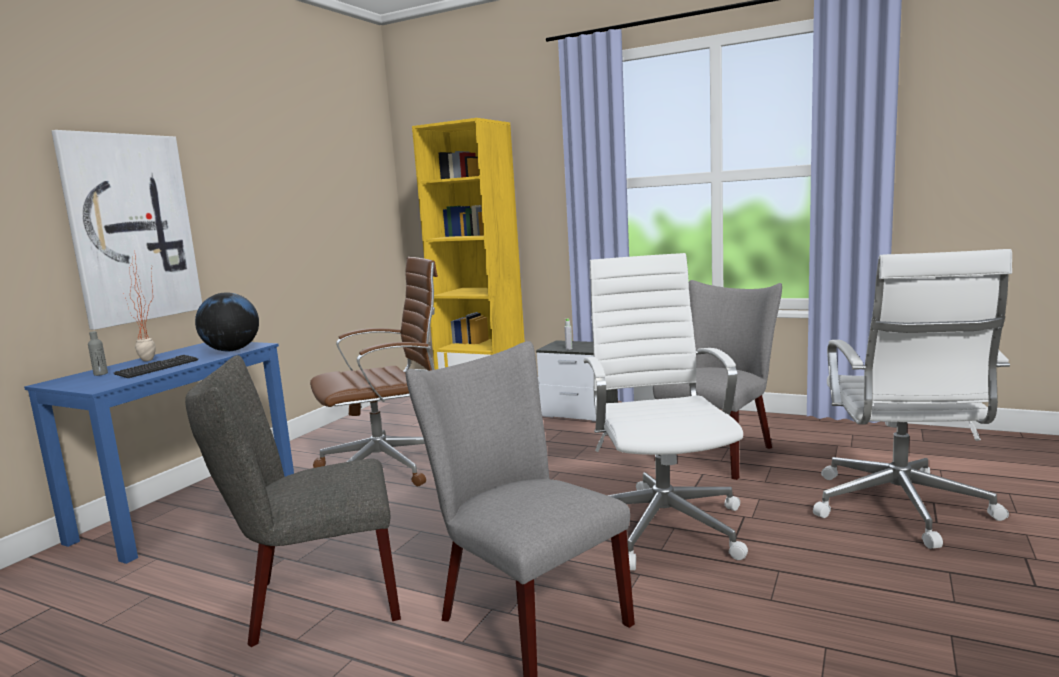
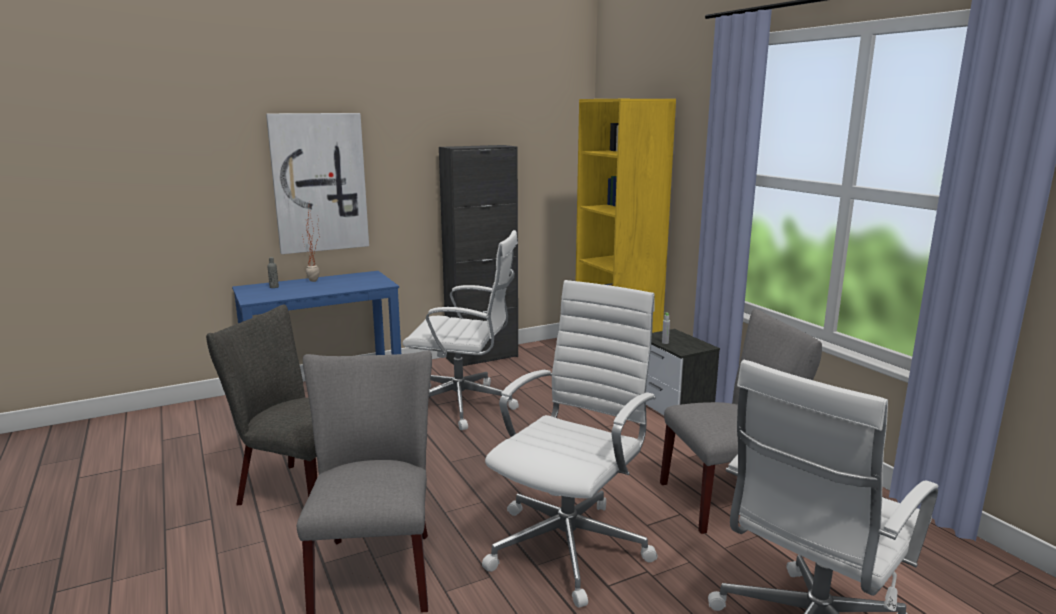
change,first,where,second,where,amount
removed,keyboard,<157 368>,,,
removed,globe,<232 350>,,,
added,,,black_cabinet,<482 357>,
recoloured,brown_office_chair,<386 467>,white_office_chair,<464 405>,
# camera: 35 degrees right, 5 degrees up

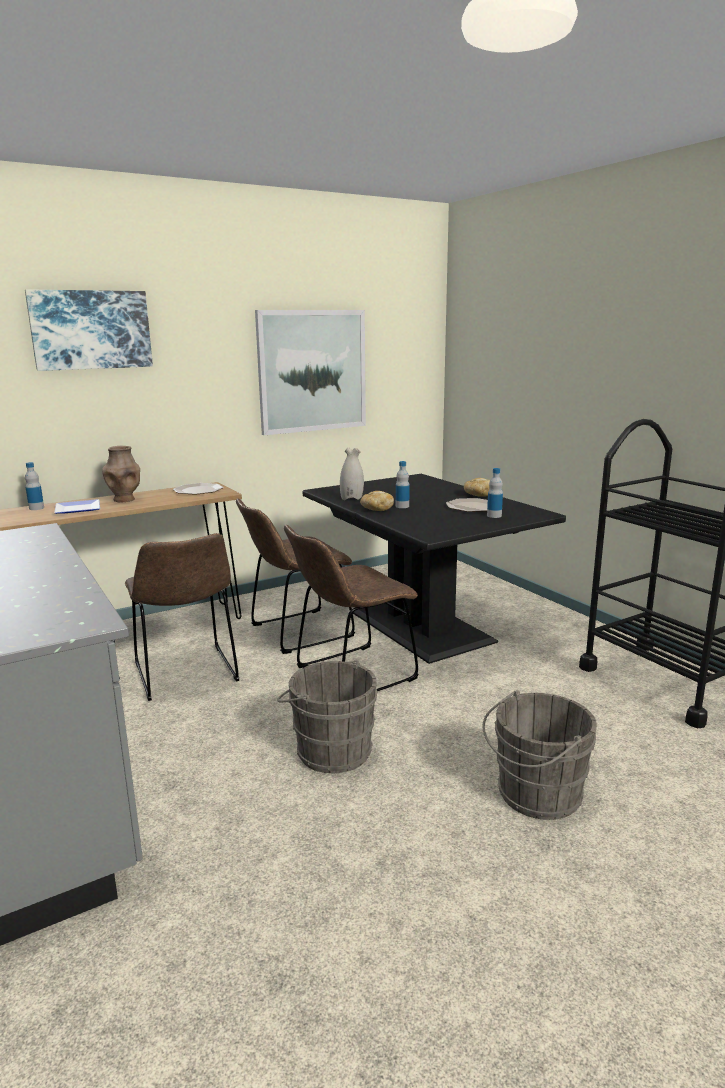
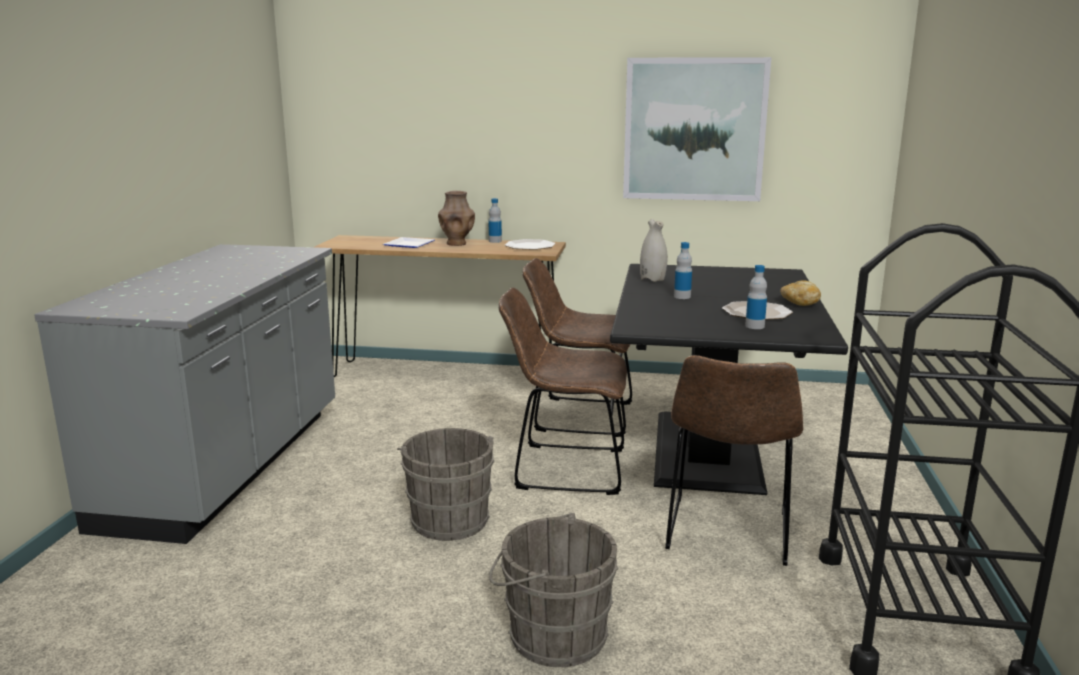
change,first,where,second,where,amount
removed,picture,<91 330>,,,
removed,bread,<376 509>,,,
moved,bottle,<36 508>,,<495 241>,
moved,brown_chair,<187 675>,,<727 533>,
# camera: 40 degrees right, 0 degrees up

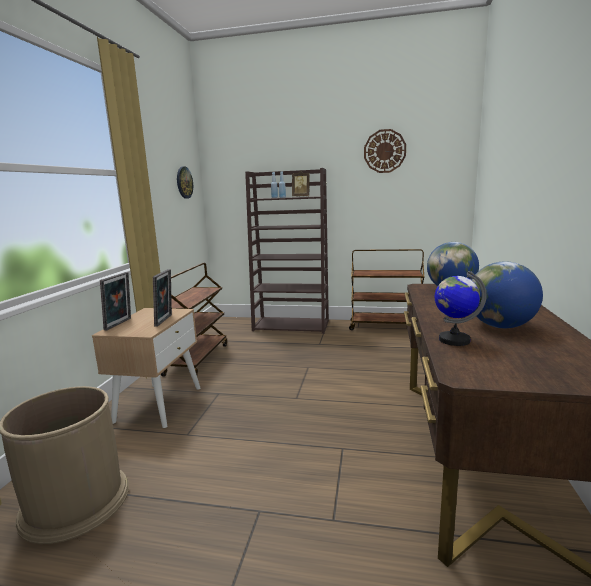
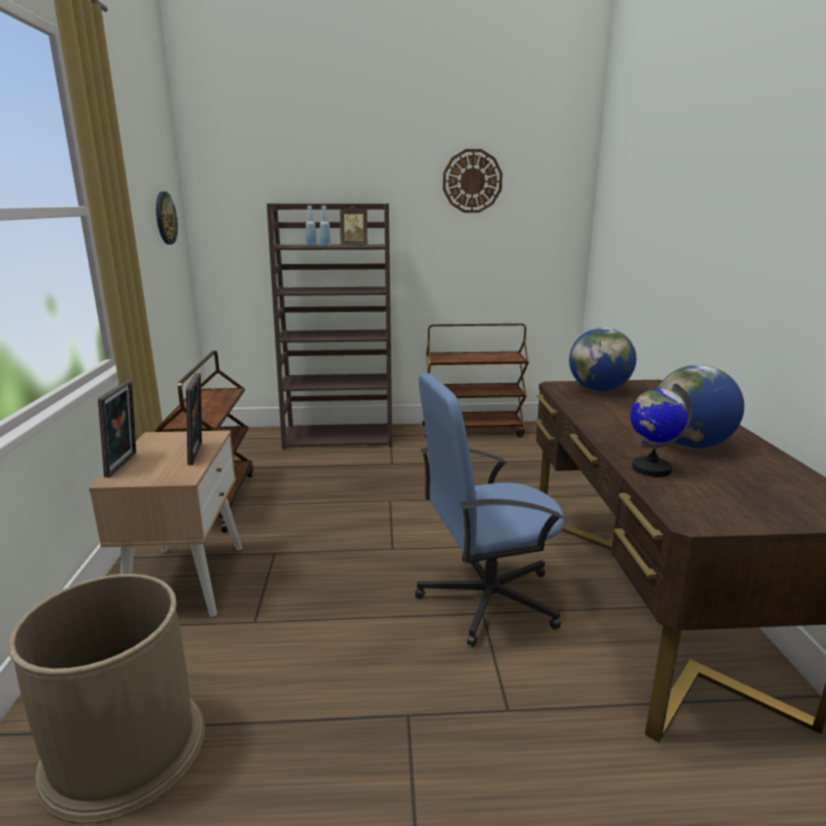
change,first,where,second,where,amount
added,,,blue_office_chair,<486 598>,
# camera: 15 degrees left, 5 degrees up

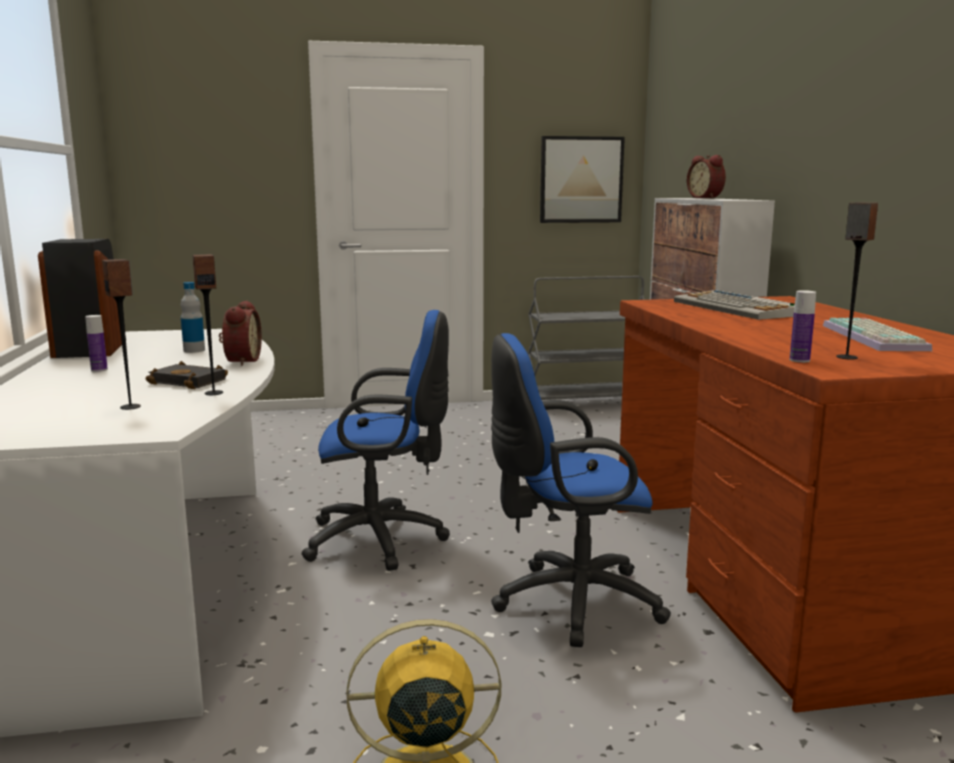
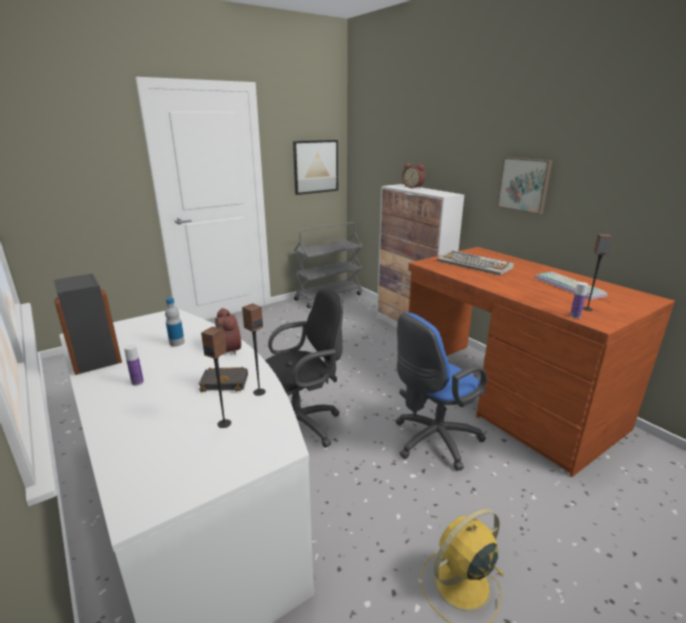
change,first,where,second,where,amount
added,,,picture,<524 184>,
recoloured,blue_office_chair,<383 540>,black_office_chair,<303 425>,
# camera: 25 degrees left, 10 degrees up

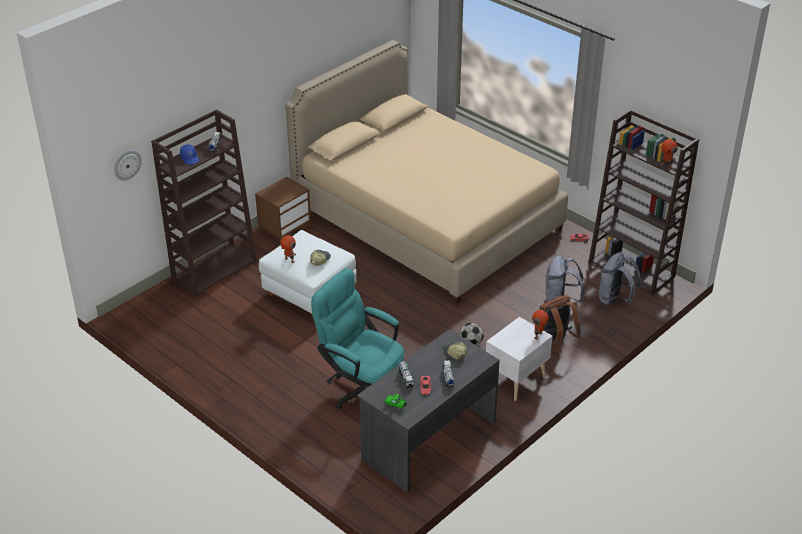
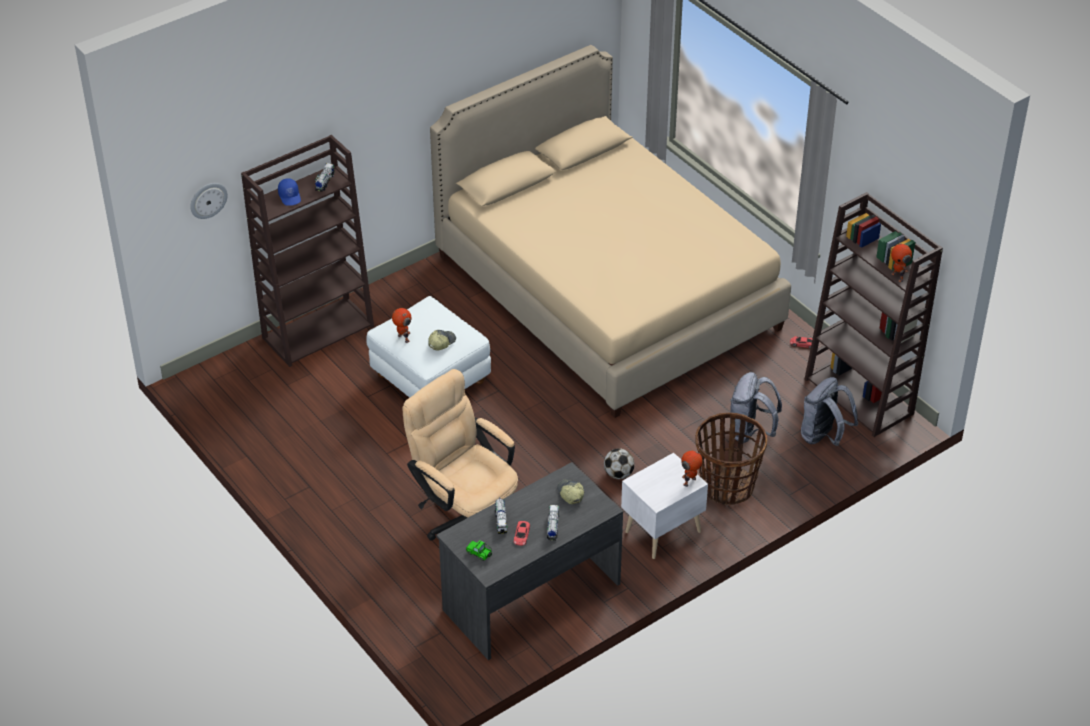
change,first,where,second,where,amount
removed,brown_nightstand,<284 226>,,,
replaced,brown_backpack,<554 342>,basket,<726 486>,
recoloured,turquoise_office_chair,<362 388>,beige_office_chair,<466 517>,
# camera: 10 degrees right, 5 degrees up

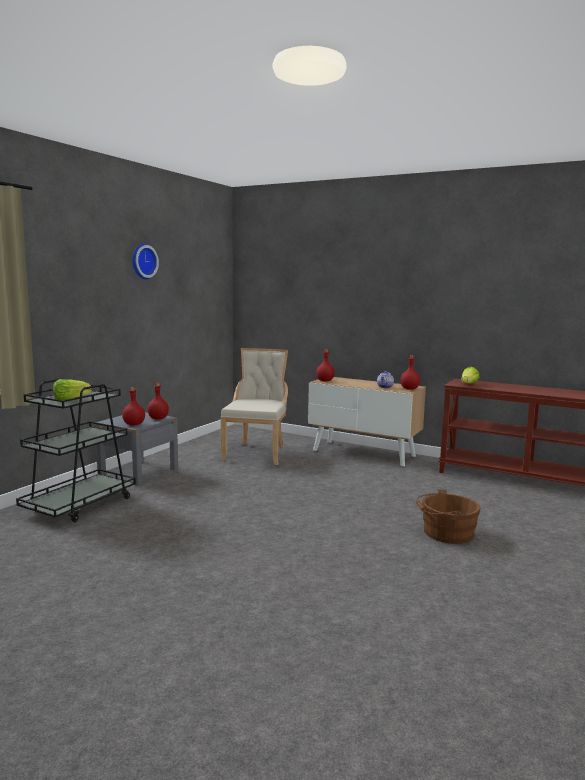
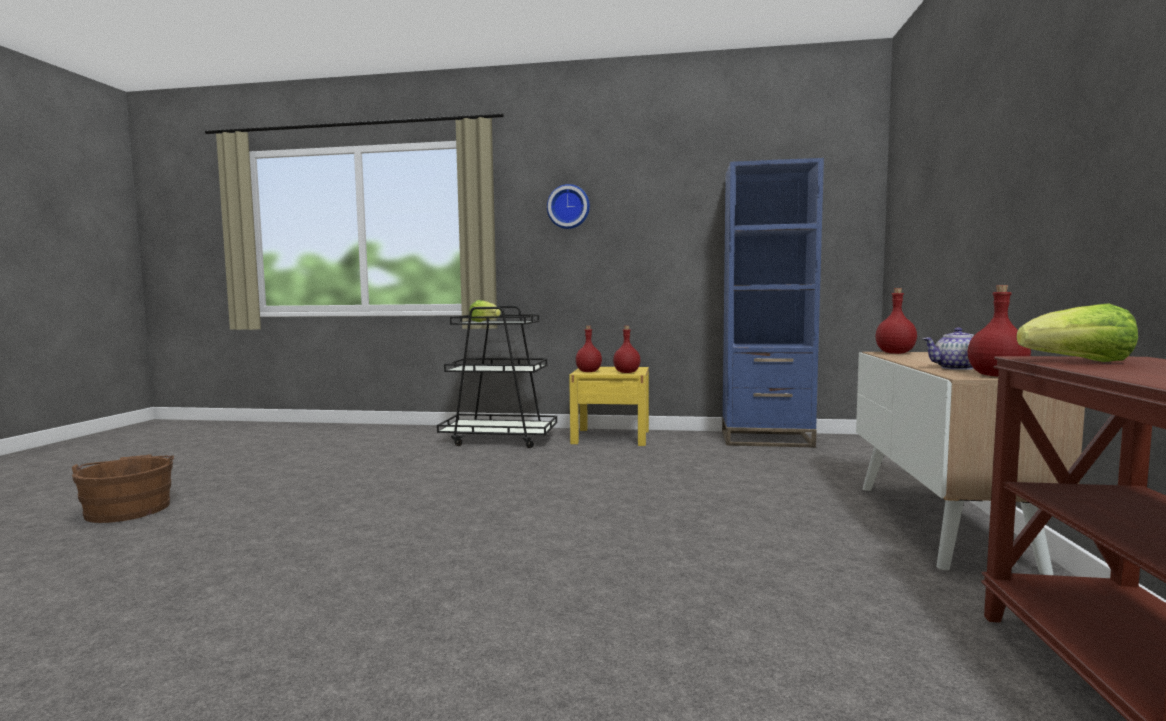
change,first,where,second,where,amount
removed,beige_chair,<257 453>,,,
added,,,blue_bookcase,<766 439>,
moved,wall_clock,<142 261>,,<568 207>,
moved,brown_bucket,<445 533>,,<129 509>,
recoloured,grey_nightstand,<138 472>,yellow_nightstand,<611 437>,
# camera: 70 degrees right, 5 degrees down

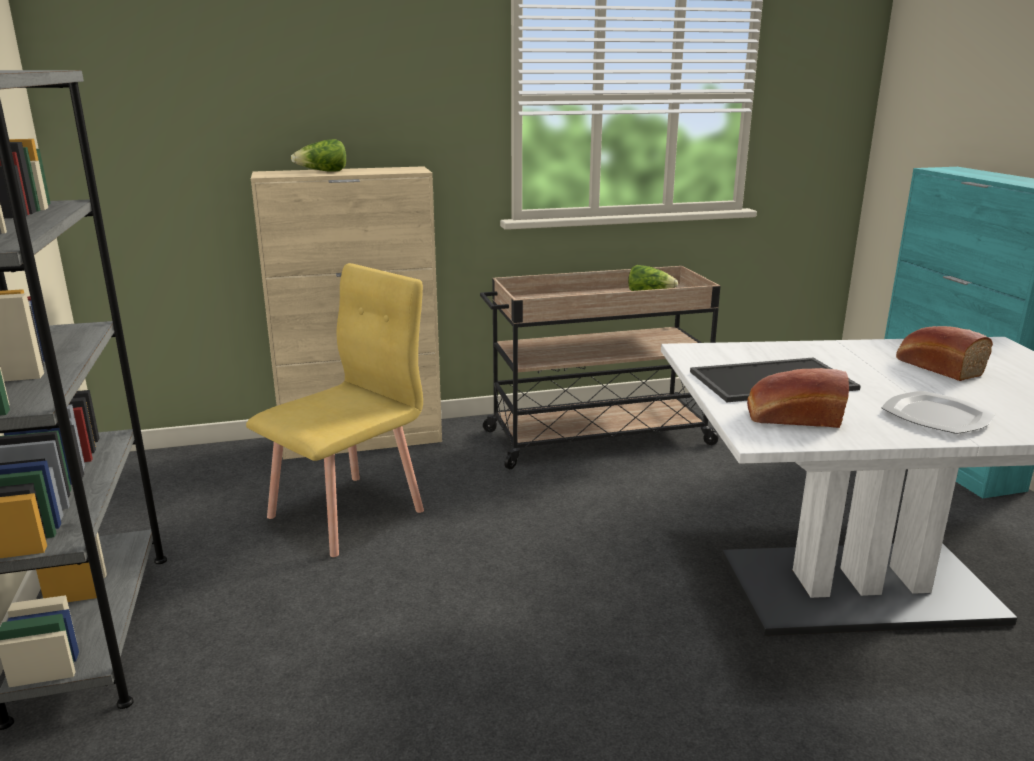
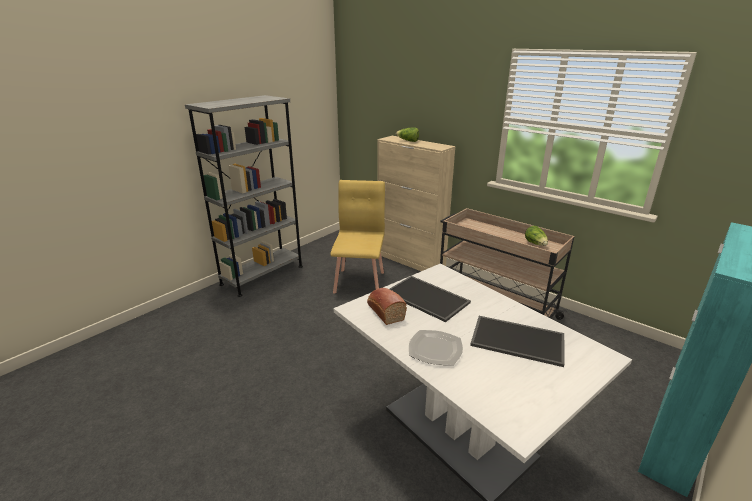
change,first,where,second,where,amount
replaced,bread,<936 367>,tray,<518 340>,
turned,yellow_chair,<348 513>,,<360 282>,90 degrees counterclockwise
# camera: 55 degrees right, 5 degrees up

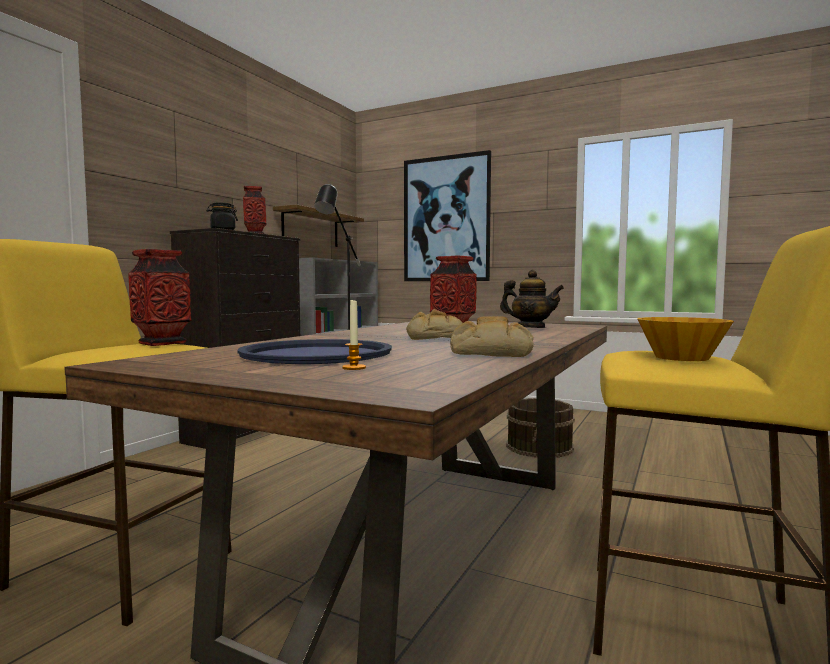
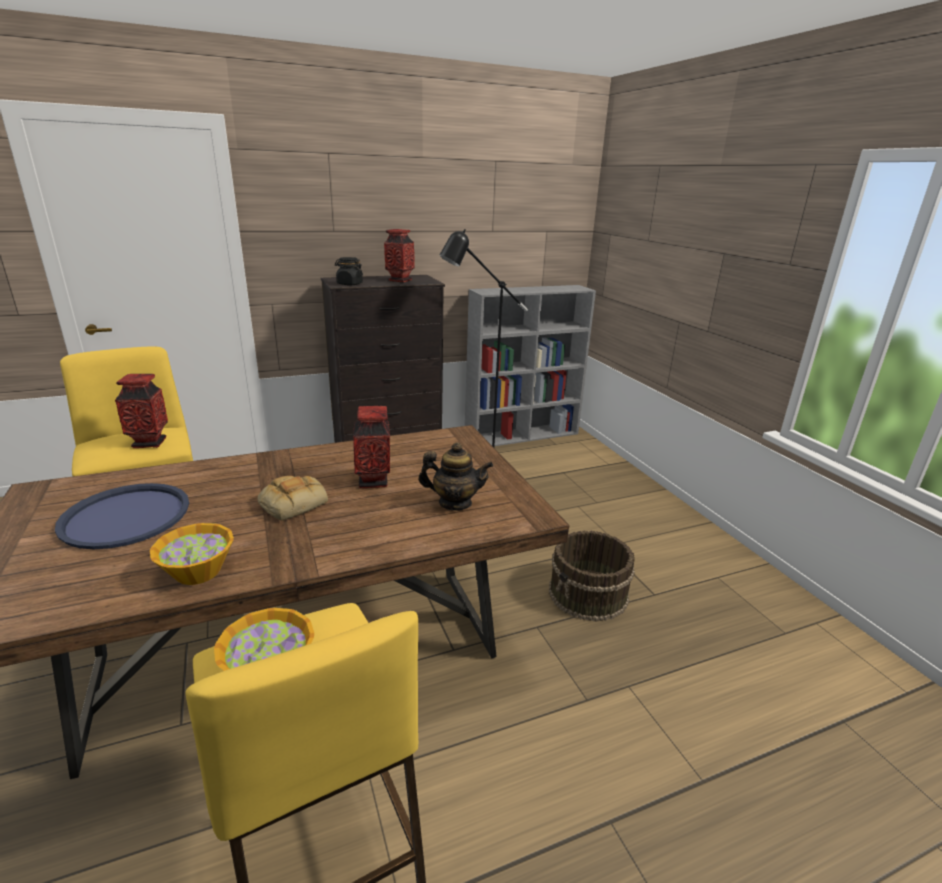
change,first,where,second,where,amount
removed,shelf,<310 228>,,,
removed,candle,<354 368>,,,
removed,picture,<446 219>,,,
replaced,bread,<490 353>,bowl,<197 571>,
turned,teapot,<531 328>,,<455 503>,60 degrees counterclockwise
# camera: 40 degrees right, 20 degrees up

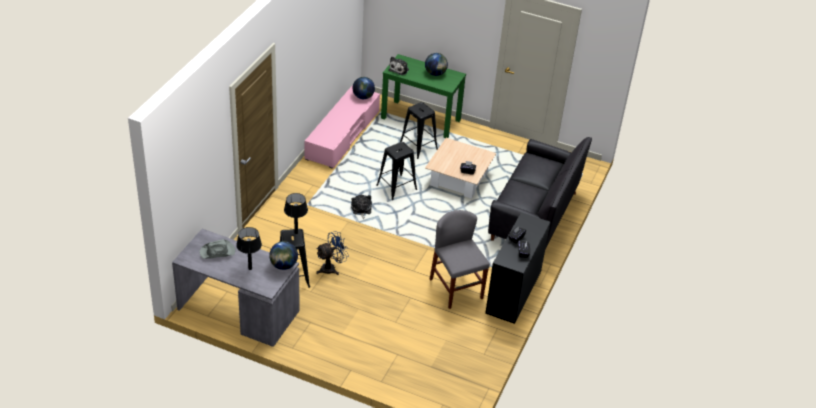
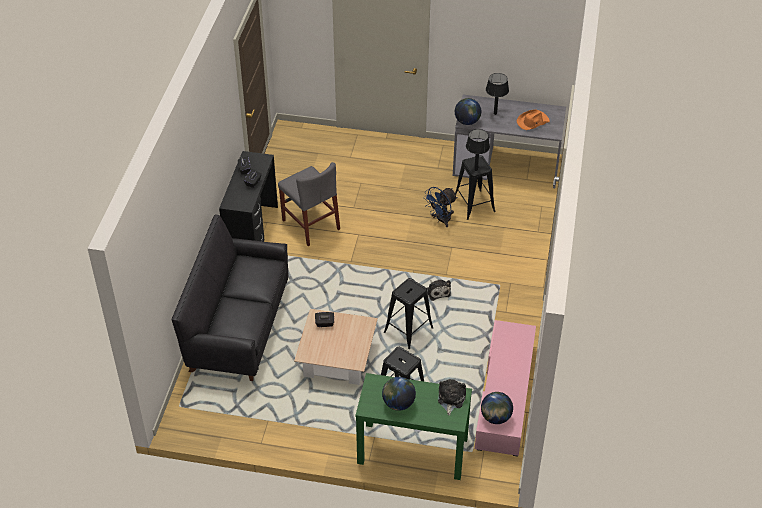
change,first,where,second,where,amount
recoloured,grey_hat,<218 252>,orange_hat,<532 122>,
# camera: 170 degrees right, 5 degrees up

